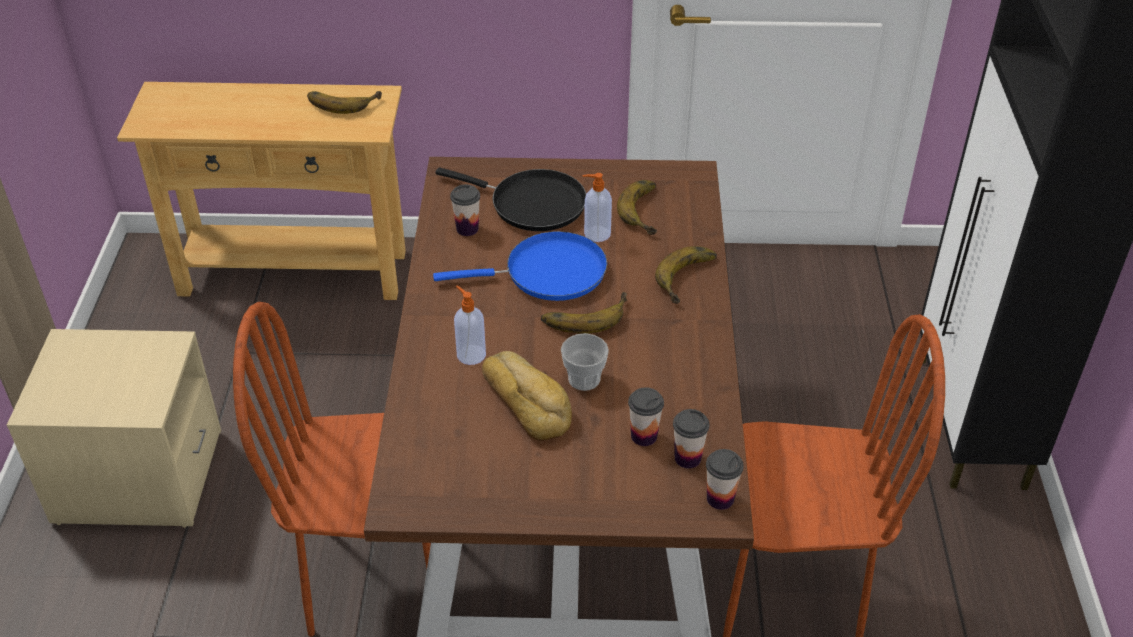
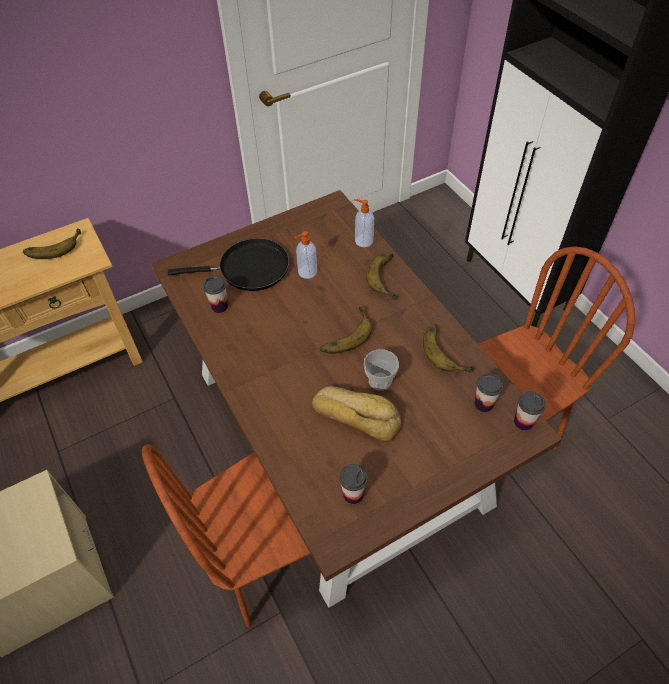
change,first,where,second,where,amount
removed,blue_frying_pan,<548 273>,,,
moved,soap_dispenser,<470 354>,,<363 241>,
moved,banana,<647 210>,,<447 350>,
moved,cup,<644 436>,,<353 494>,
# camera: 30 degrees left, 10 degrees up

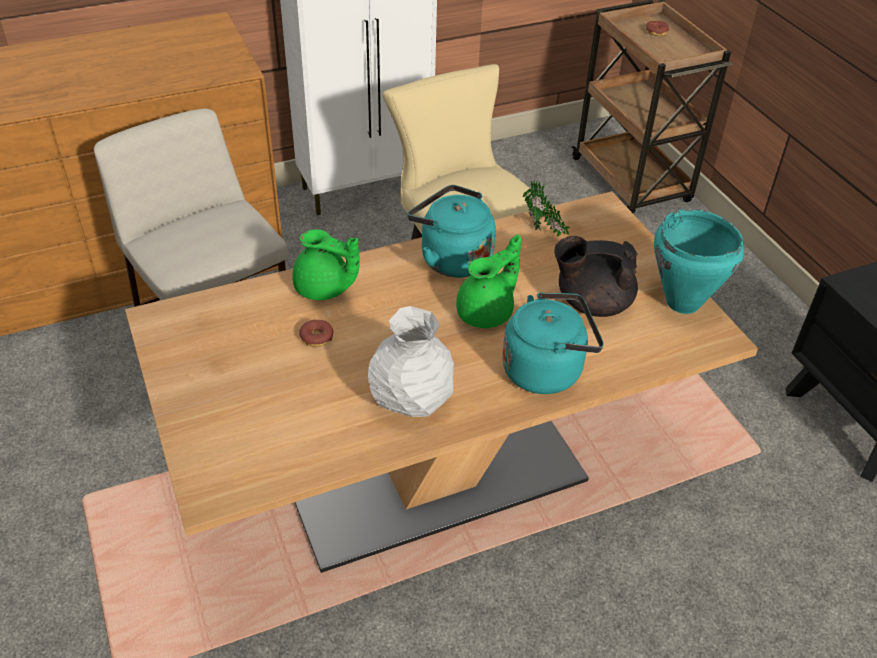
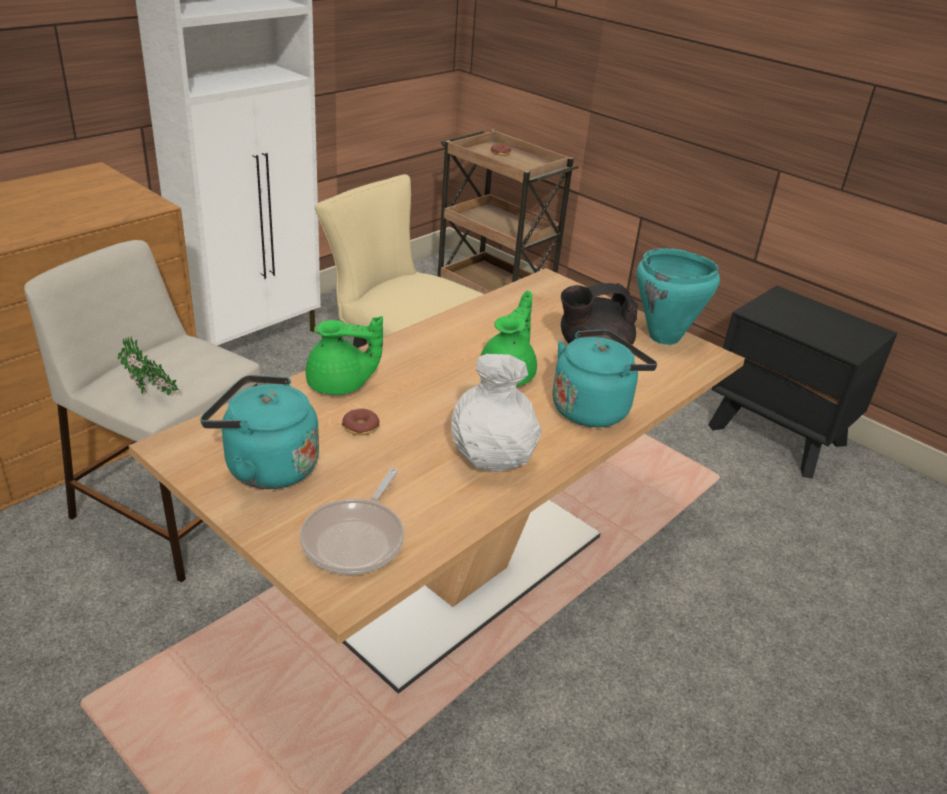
change,first,where,second,where,amount
added,,,frying_pan,<356 539>,
moved,turquoise_kettle,<452 259>,,<266 467>,
moved,potted_plant,<543 233>,,<151 395>,
# camera: 25 degrees left, 10 degrees down

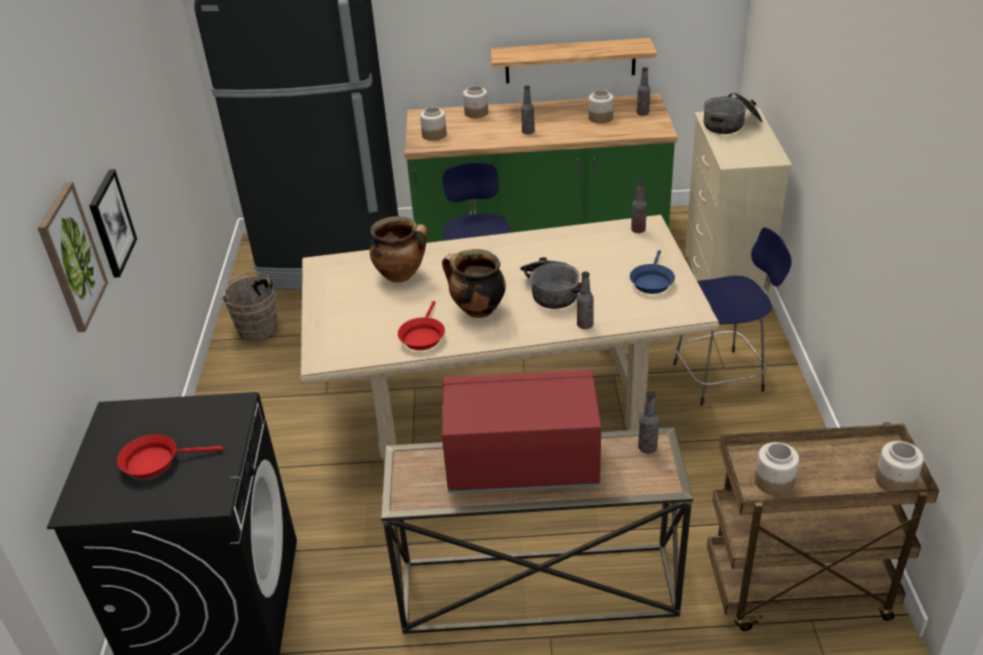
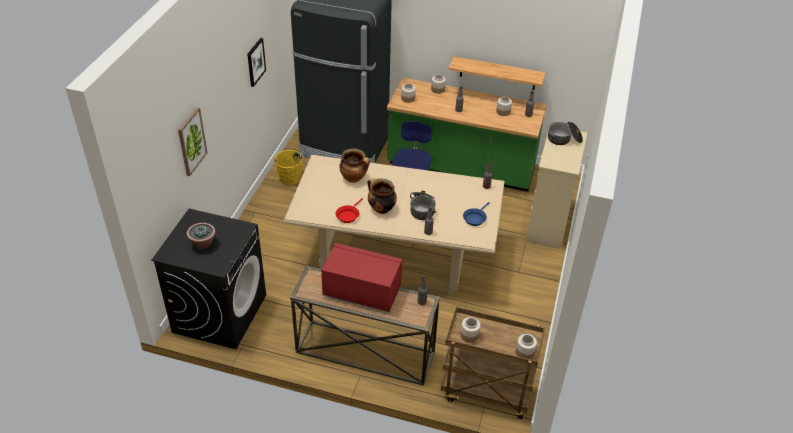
change,first,where,second,where,amount
removed,blue_stool,<721 376>,,,
moved,picture,<111 223>,,<255 62>,
replaced,red_frying_pan,<156 461>,potted_plant,<203 244>,
recoloured,brown_bucket,<256 326>,yellow_bucket,<290 176>,
# camera: 15 degrees right, 5 degrees up

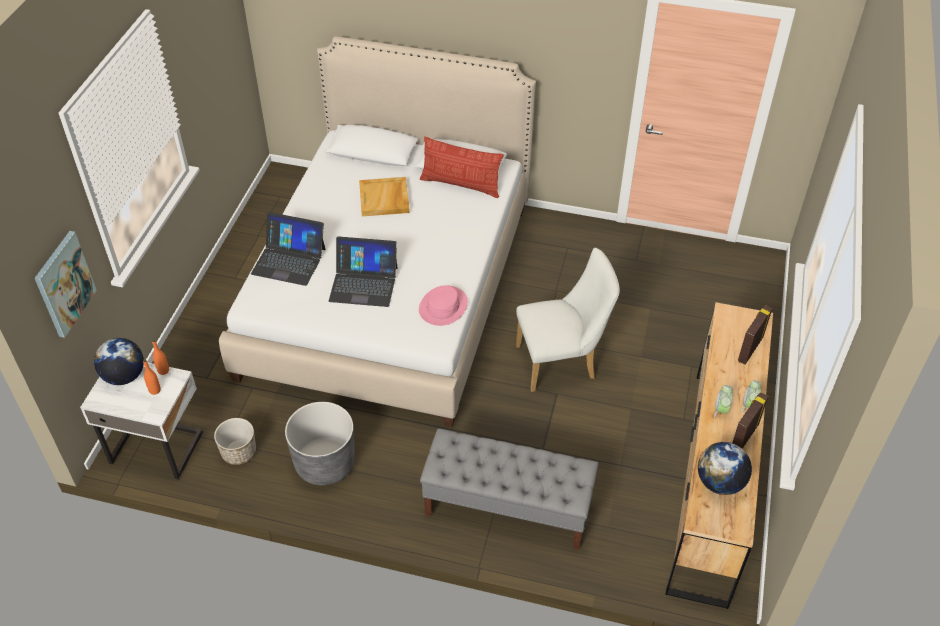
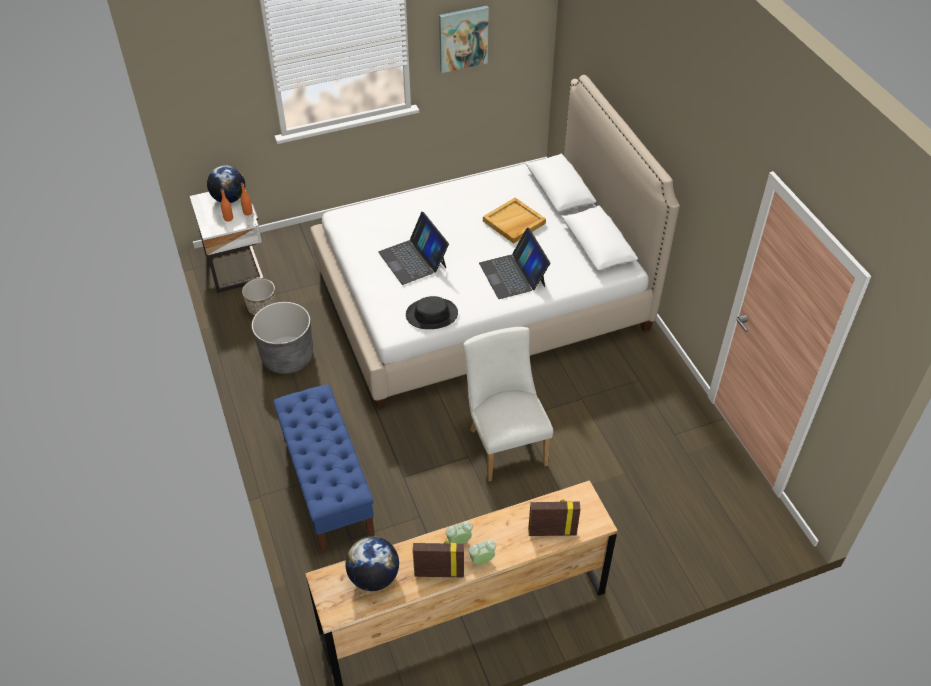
change,first,where,second,where,amount
removed,pillow,<461 184>,,,
moved,picture,<64 284>,,<463 38>,
moved,laptop,<289 261>,,<513 274>,
recoloured,pink_hat,<443 306>,black_hat,<431 314>,
recoloured,grey_bench,<507 508>,blue_bench,<327 484>,
turned,white_chair,<561 362>,,<505 442>,150 degrees counterclockwise
# camera: 55 degrees right, 0 degrees up

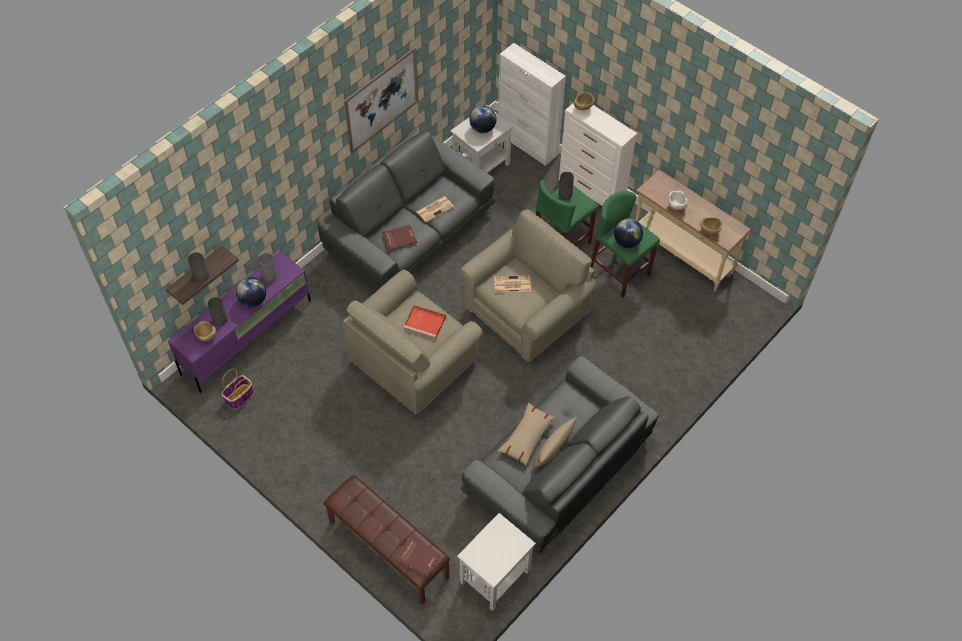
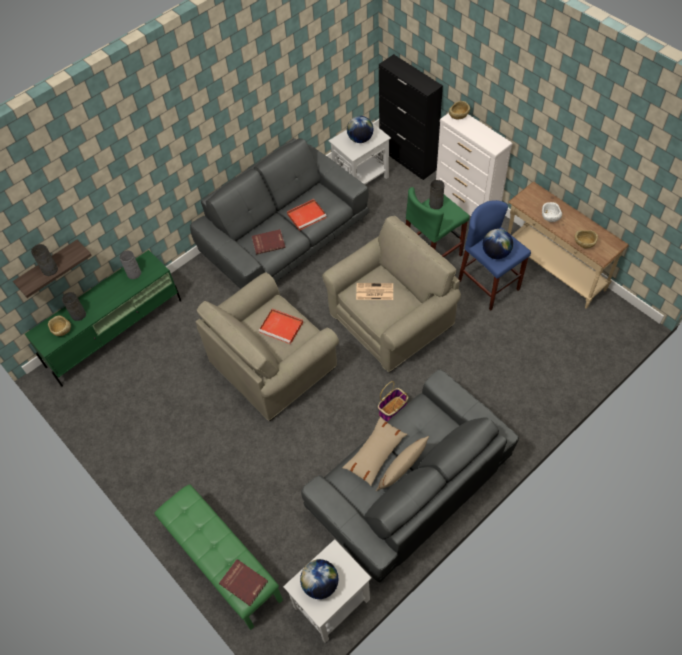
change,first,where,second,where,amount
removed,picture,<382 100>,,,
moved,basket,<239 397>,,<392 410>,
moved,globe,<253 300>,,<320 584>,
replaced,newspaper,<435 209>,red_tray,<307 215>,
recoloured,purple_tv_stand,<247 336>,green_tv_stand,<116 333>,
recoloured,brown_bench,<387 549>,green_bench,<222 564>,
recoloured,white_cabinet,<527 144>,black_cabinet,<407 159>,
recoloured,green_stool,<619 272>,blue_stool,<488 285>,
# camera: 10 degrees right, 0 degrees up

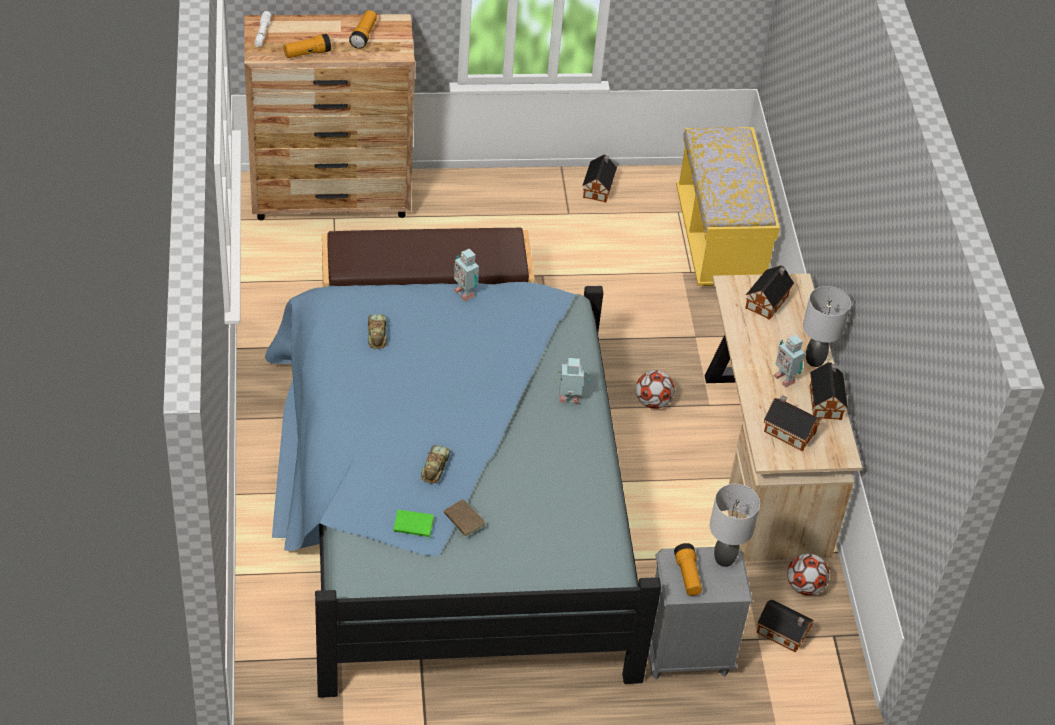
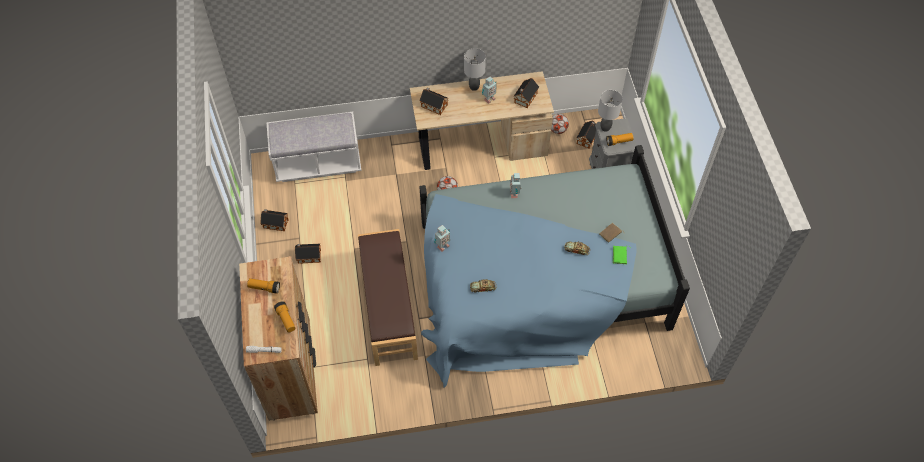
change,first,where,second,where,amount
moved,toy_house,<825 401>,,<308 256>,
recoloured,yellow_bench,<719 240>,white_bench,<318 163>,
# camera: 90 degrees left, 10 degrees up

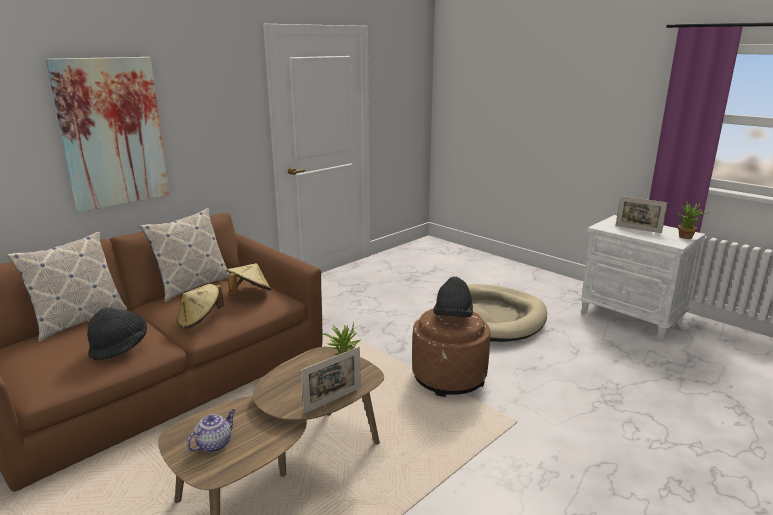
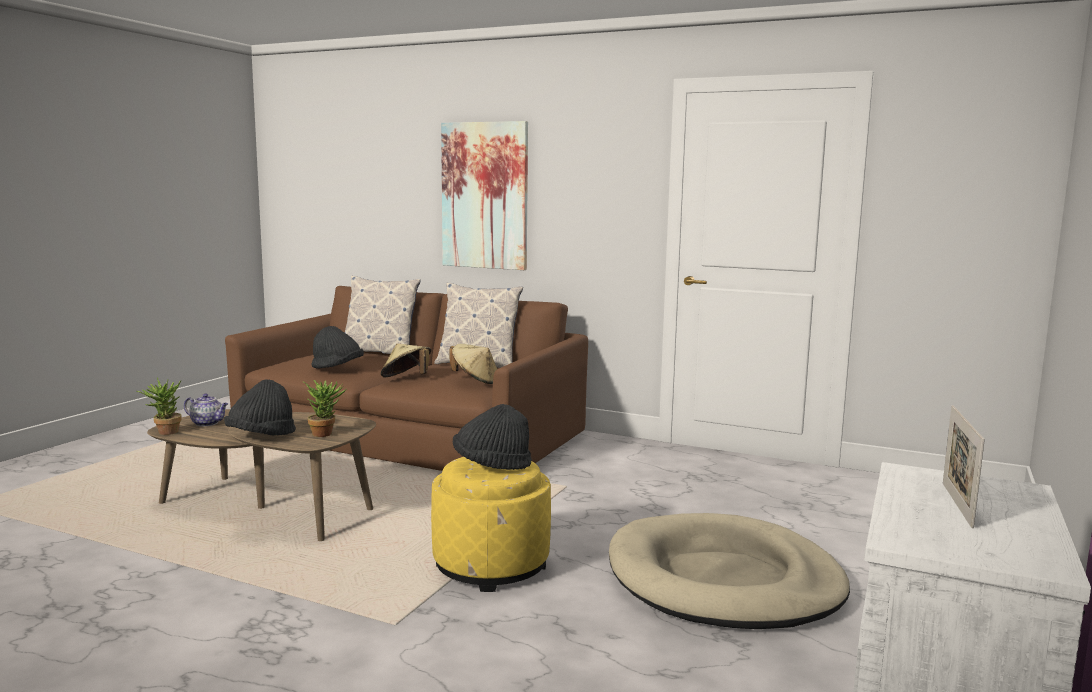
change,first,where,second,where,amount
moved,potted_plant,<686 238>,,<164 432>,
replaced,picture_frame,<333 400>,black_hat,<261 437>,
recoloured,brown_ottoman,<449 377>,yellow_ottoman,<491 565>,
# camera: 70 degrees right, 10 degrees down

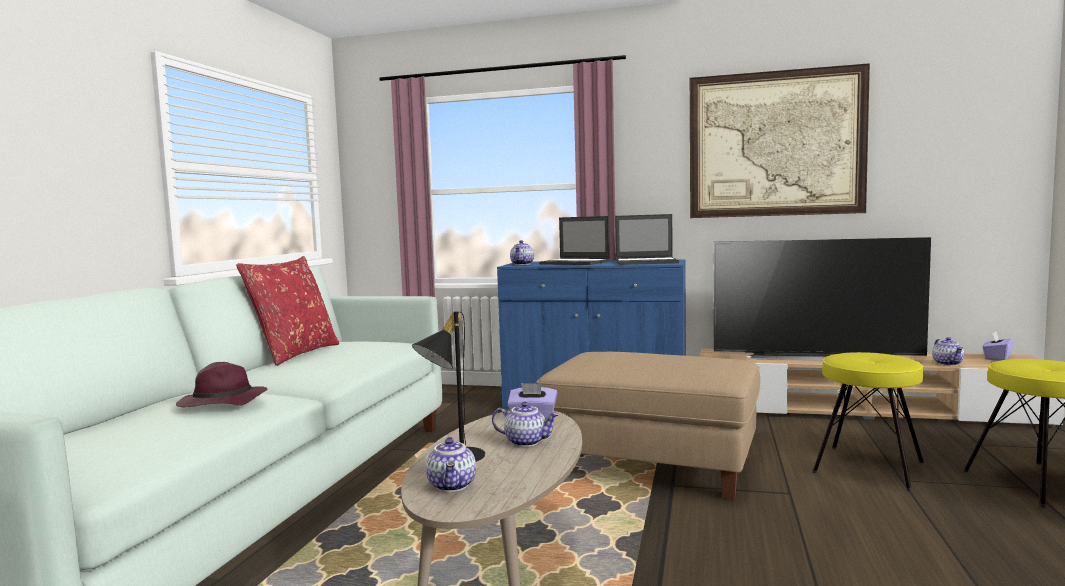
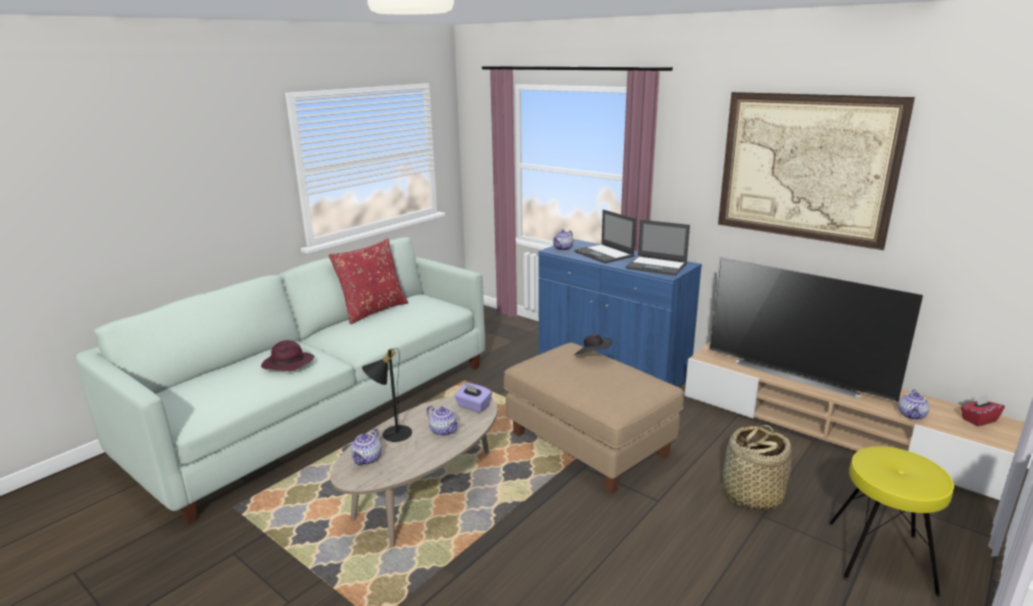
change,first,where,second,where,amount
added,,,black_hat,<593 356>,
replaced,yellow_stool,<867 467>,basket,<751 494>,
recoloured,purple_tissue_box,<997 358>,red_tissue_box,<978 420>,
# camera: 25 degrees right, 15 degrees up

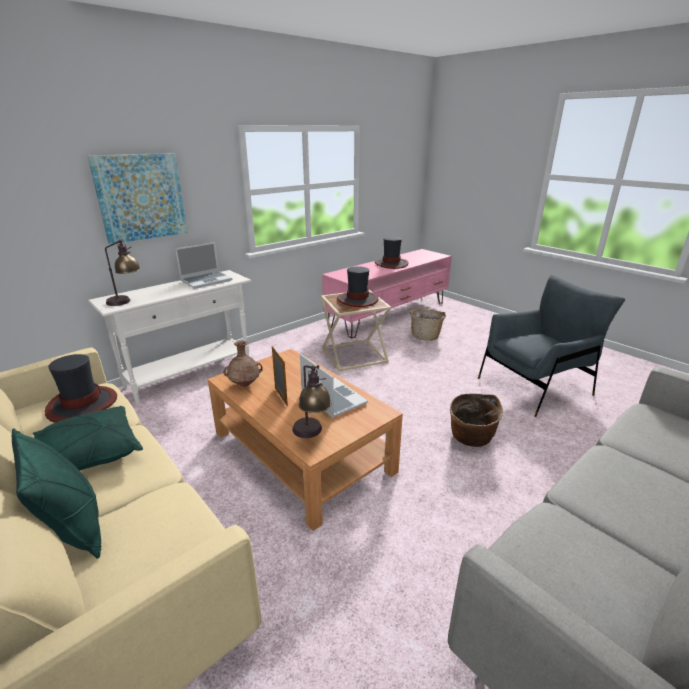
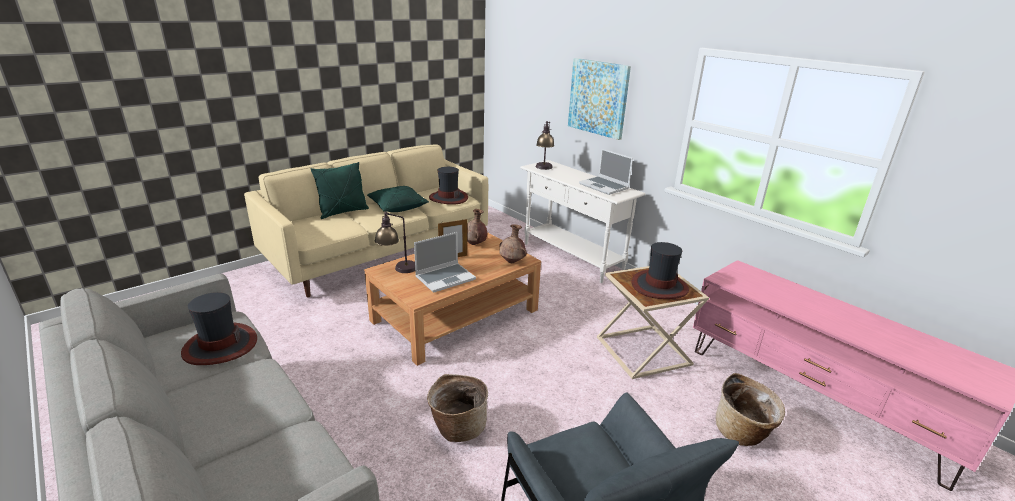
change,first,where,second,where,amount
added,,,brown_vase,<512 262>,
moved,hat,<391 264>,,<219 346>,
# camera: 90 degrees right, 0 degrees up

